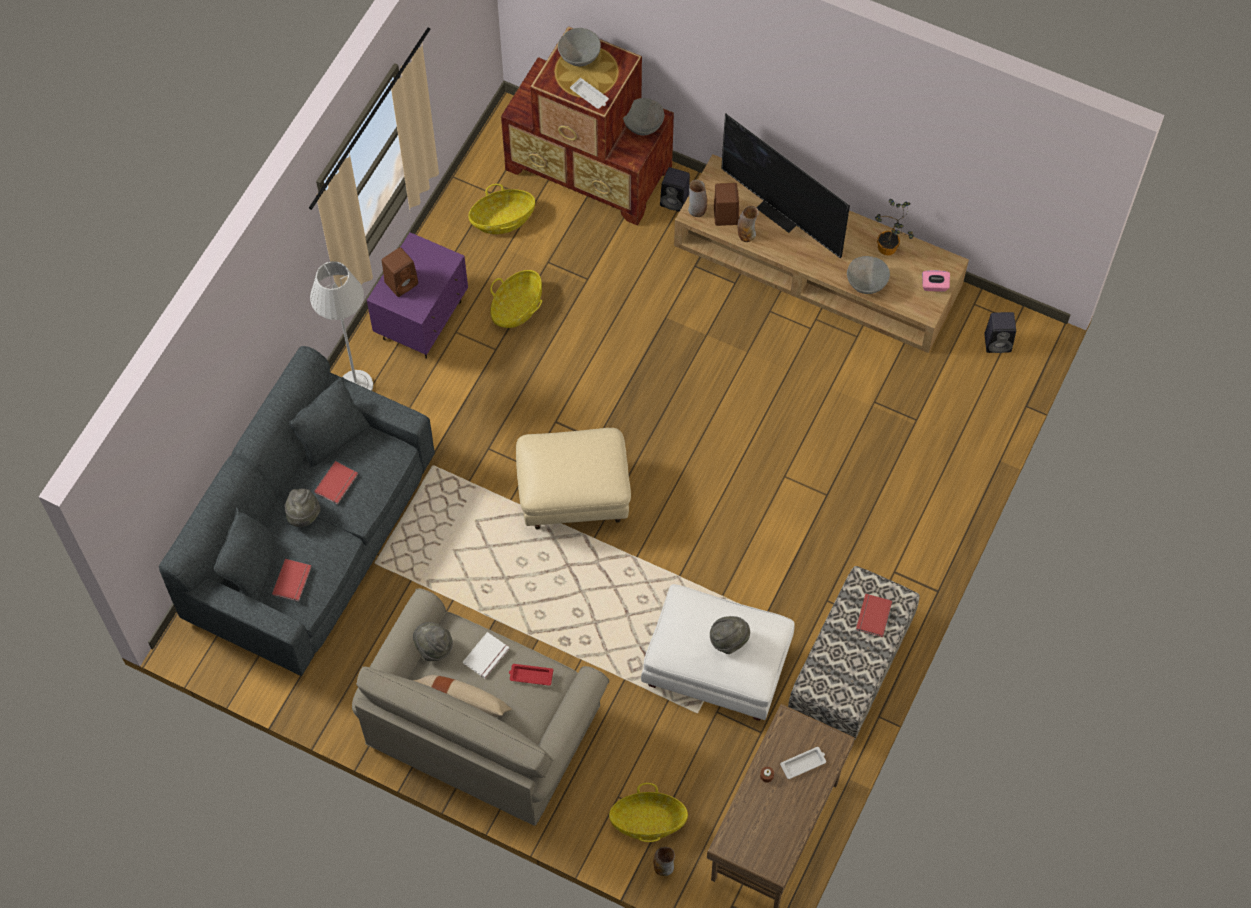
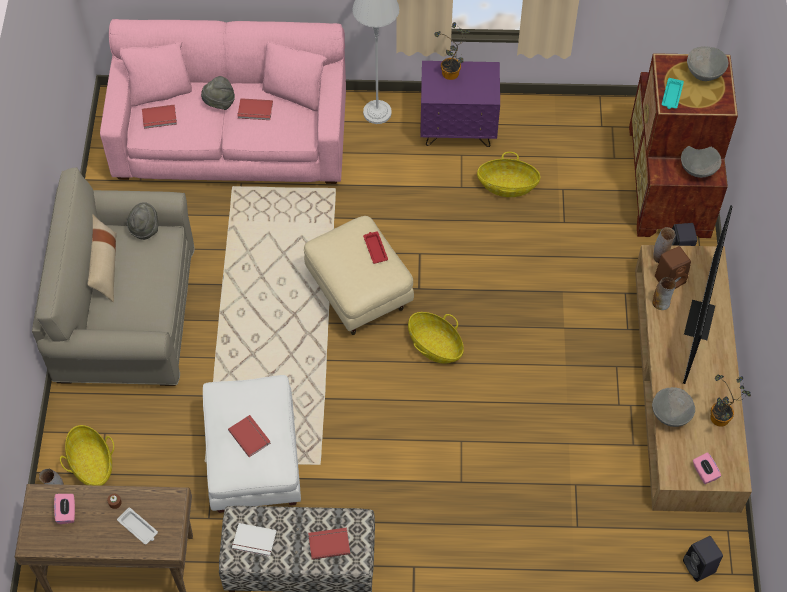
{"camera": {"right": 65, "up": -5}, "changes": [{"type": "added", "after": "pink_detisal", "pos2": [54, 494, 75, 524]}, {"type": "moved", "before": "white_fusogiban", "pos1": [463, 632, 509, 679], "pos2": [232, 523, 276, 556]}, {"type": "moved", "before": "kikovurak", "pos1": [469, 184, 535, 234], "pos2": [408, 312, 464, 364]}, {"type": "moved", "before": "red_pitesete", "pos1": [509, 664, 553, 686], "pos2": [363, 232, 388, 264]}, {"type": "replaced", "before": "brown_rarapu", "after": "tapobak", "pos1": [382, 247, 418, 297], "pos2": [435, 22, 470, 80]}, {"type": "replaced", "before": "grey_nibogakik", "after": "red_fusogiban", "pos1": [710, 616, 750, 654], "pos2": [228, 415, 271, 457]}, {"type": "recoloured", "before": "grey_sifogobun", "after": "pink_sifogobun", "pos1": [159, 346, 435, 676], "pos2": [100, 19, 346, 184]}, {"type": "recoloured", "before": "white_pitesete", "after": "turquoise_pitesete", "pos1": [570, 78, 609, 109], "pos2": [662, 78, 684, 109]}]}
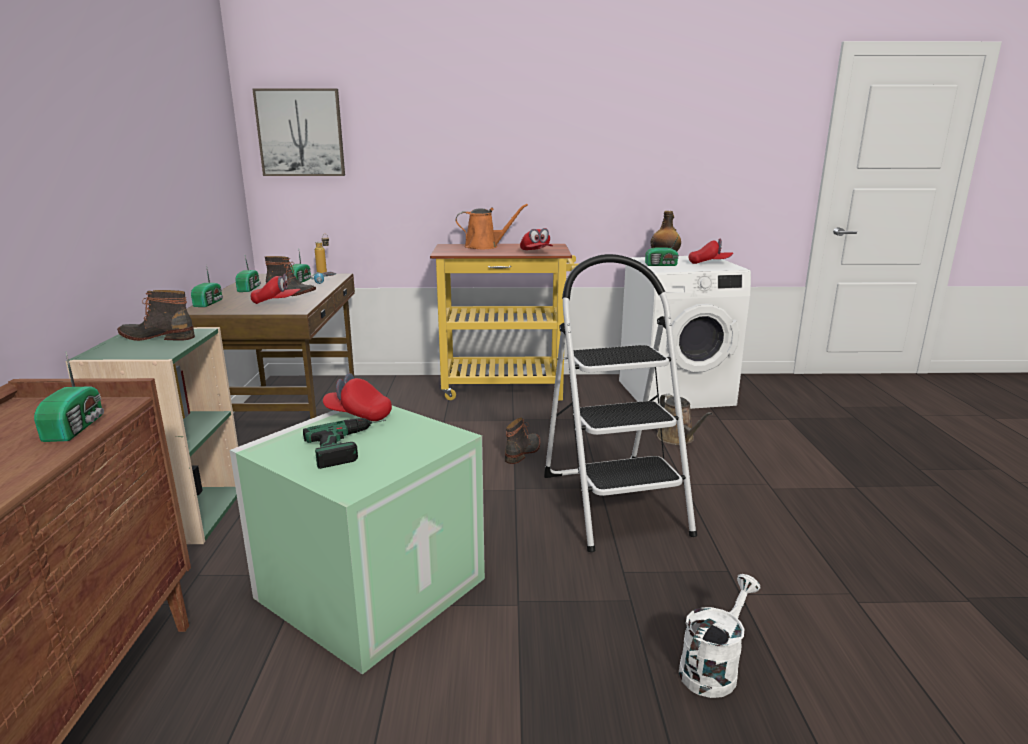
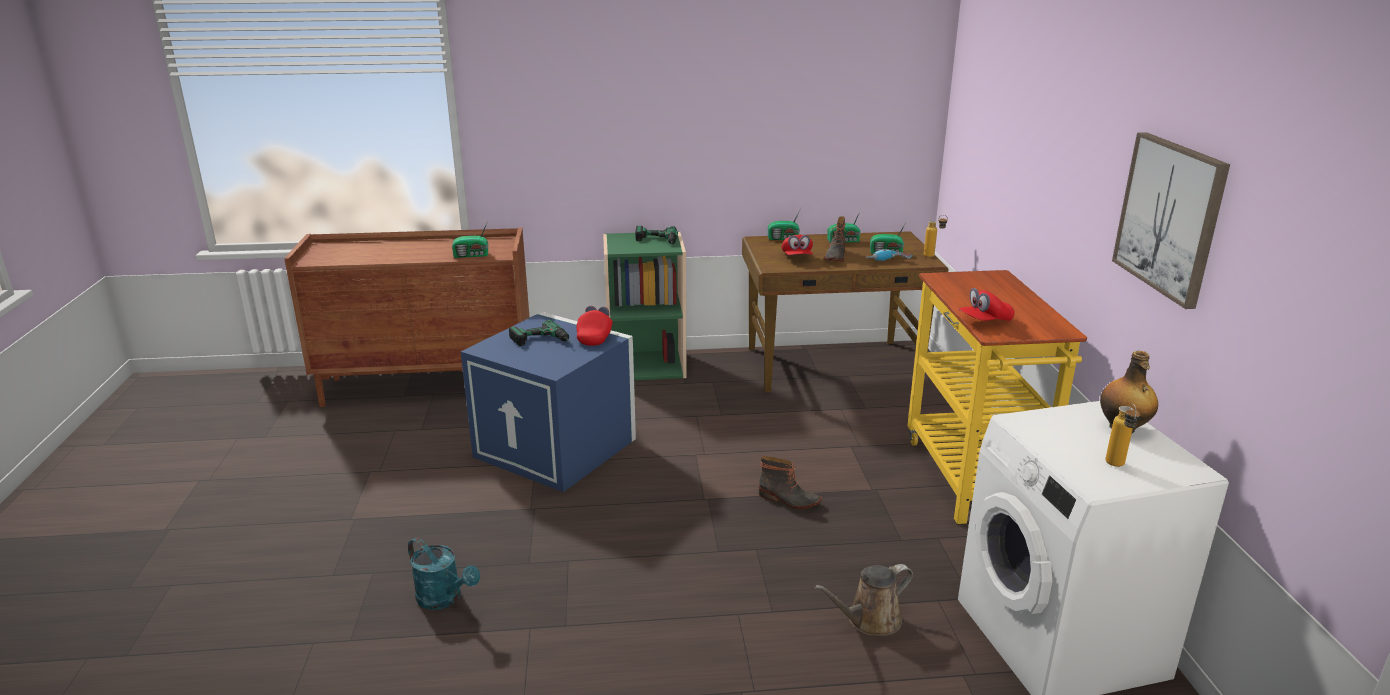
{"camera": {"right": 85, "up": 5}, "changes": [{"type": "removed", "before": "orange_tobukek", "pos1": [455, 204, 528, 249]}, {"type": "removed", "before": "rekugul", "pos1": [544, 254, 697, 552]}, {"type": "removed", "before": "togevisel", "pos1": [645, 235, 679, 266]}, {"type": "moved", "before": "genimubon", "pos1": [252, 88, 345, 176], "pos2": [1112, 132, 1230, 309]}, {"type": "replaced", "before": "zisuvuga", "after": "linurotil", "pos1": [117, 290, 195, 341], "pos2": [635, 226, 678, 245]}, {"type": "replaced", "before": "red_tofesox", "after": "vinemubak", "pos1": [689, 239, 733, 264], "pos2": [1105, 404, 1141, 467]}, {"type": "recoloured", "before": "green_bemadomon", "after": "blue_bemadomon", "pos1": [230, 405, 485, 675], "pos2": [461, 312, 636, 492]}, {"type": "recoloured", "before": "white_tobukek", "after": "turquoise_tobukek", "pos1": [679, 574, 761, 698], "pos2": [408, 537, 480, 610]}]}
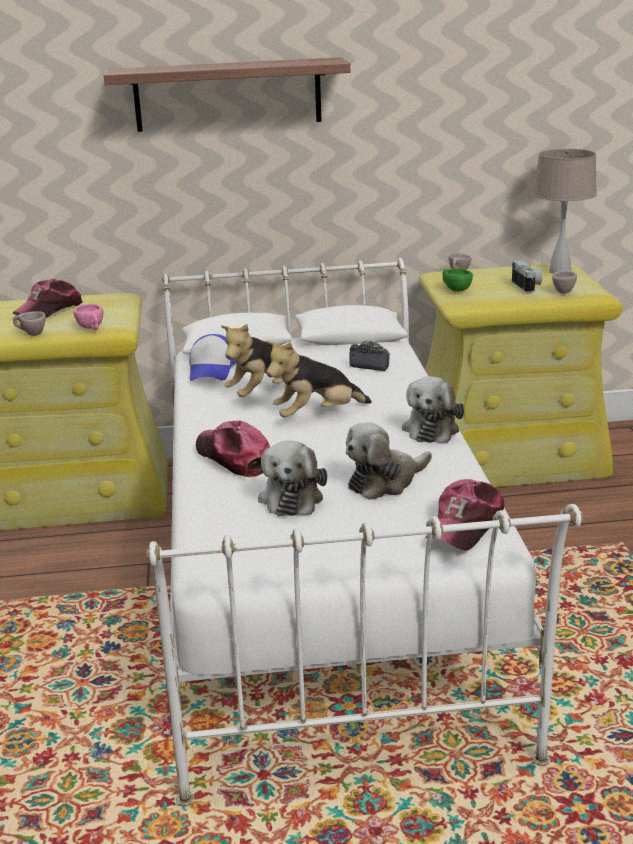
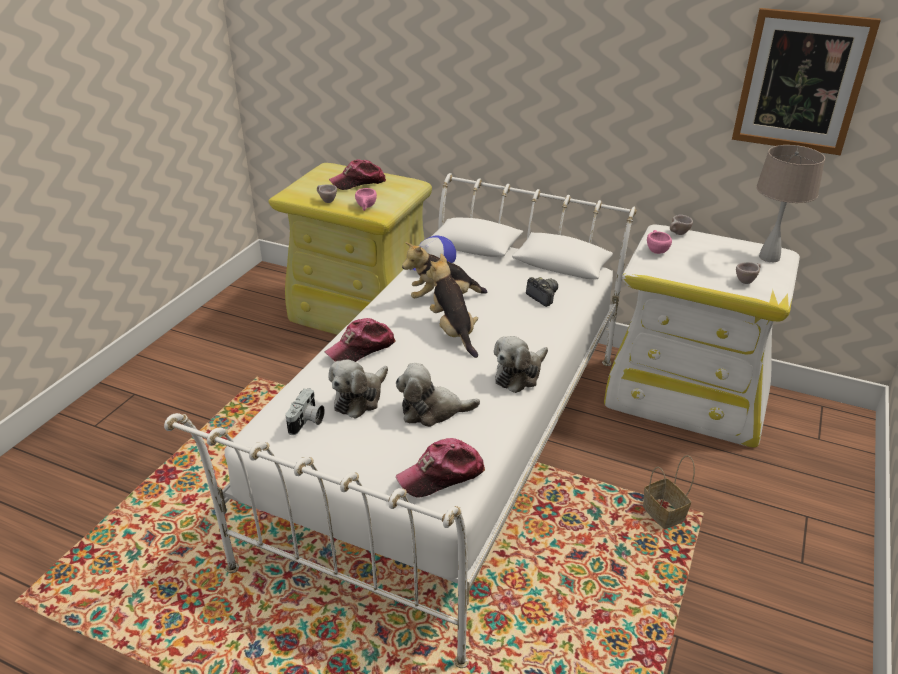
{"camera": {"right": 30, "up": 10}, "changes": [{"type": "removed", "before": "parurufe", "pos1": [104, 57, 350, 132]}, {"type": "added", "after": "kikovurak", "pos2": [643, 455, 695, 529]}, {"type": "added", "after": "genimubon", "pos2": [732, 8, 881, 155]}, {"type": "moved", "before": "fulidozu", "pos1": [512, 260, 542, 293], "pos2": [286, 388, 325, 435]}, {"type": "recoloured", "before": "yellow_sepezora", "after": "white_sepezora", "pos1": [419, 264, 623, 487], "pos2": [604, 225, 800, 448]}, {"type": "recoloured", "before": "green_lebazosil", "after": "pink_lebazosil", "pos1": [443, 268, 473, 292], "pos2": [647, 230, 672, 254]}, {"type": "turned", "before": "tofesox", "pos1": [196, 421, 270, 477], "pos2": [325, 318, 396, 362], "turn": -120}, {"type": "turned", "before": "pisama", "pos1": [266, 341, 372, 417], "pos2": [426, 254, 478, 358], "turn": 60}]}
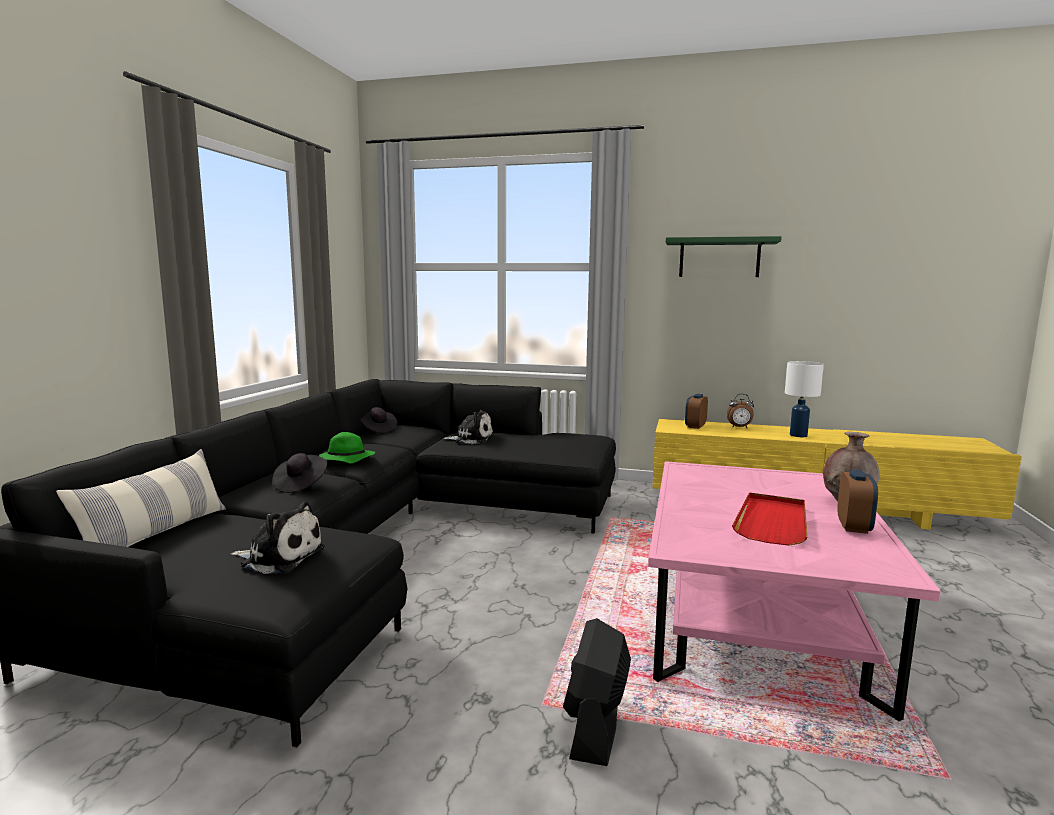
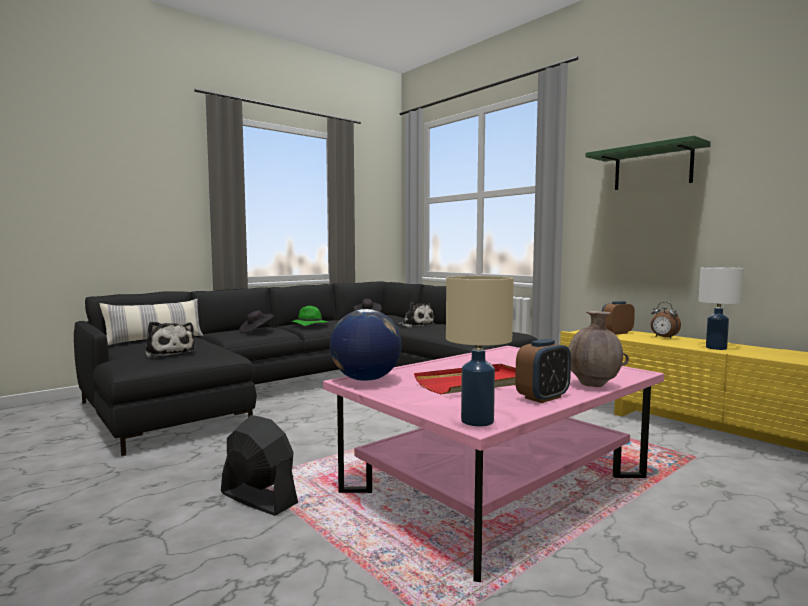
{"camera": {"right": 35, "up": -5}, "changes": [{"type": "added", "after": "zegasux", "pos2": [330, 309, 402, 381]}, {"type": "added", "after": "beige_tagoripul", "pos2": [446, 276, 514, 426]}, {"type": "turned", "before": "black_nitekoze", "pos1": [563, 618, 631, 766], "pos2": [221, 415, 298, 516], "turn": 75}]}
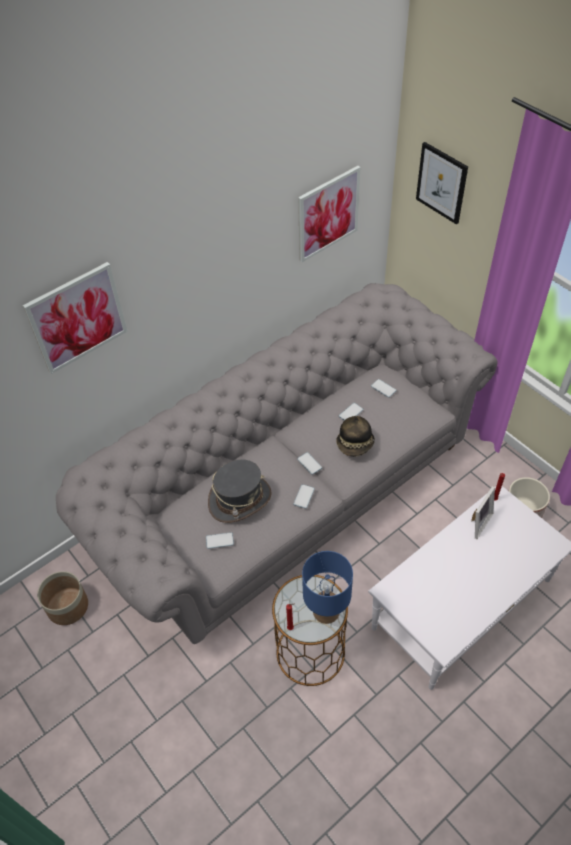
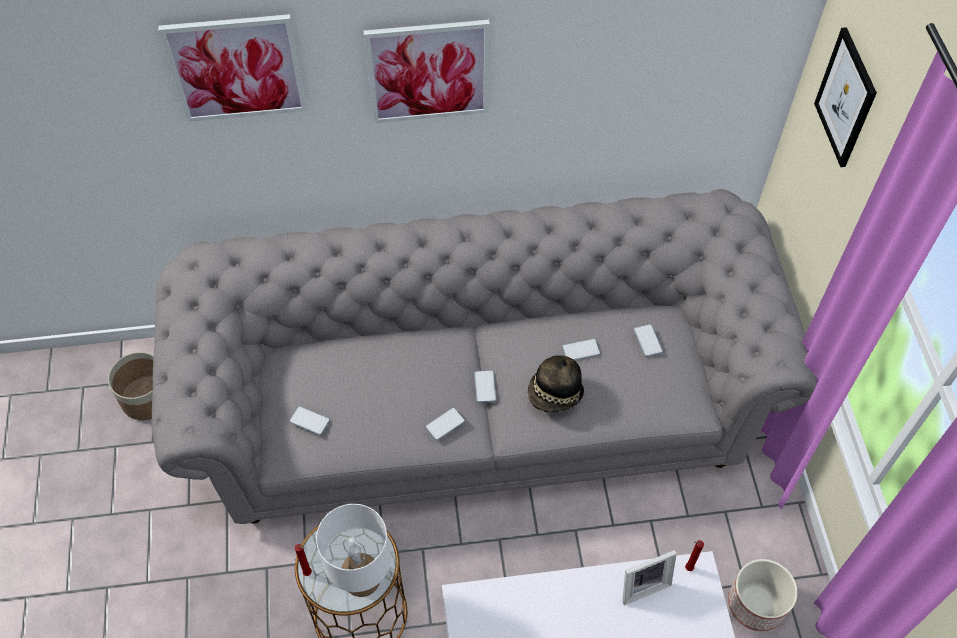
{"camera": {"right": 30, "up": 5}, "changes": [{"type": "removed", "before": "grey_nibogakik", "pos1": [208, 459, 271, 523]}, {"type": "moved", "before": "genimubon", "pos1": [298, 166, 361, 262], "pos2": [364, 20, 490, 123]}, {"type": "recoloured", "before": "blue_tagoripul", "after": "white_tagoripul", "pos1": [302, 551, 353, 624], "pos2": [316, 504, 391, 597]}]}
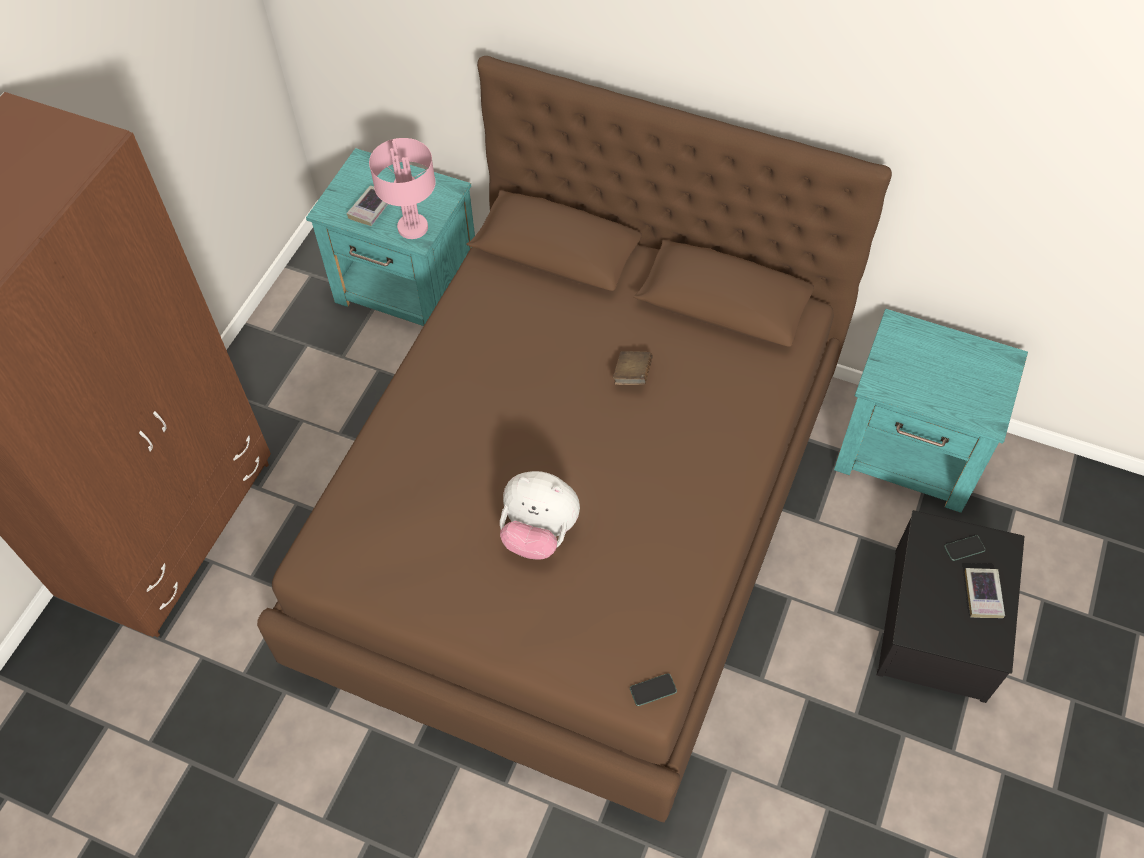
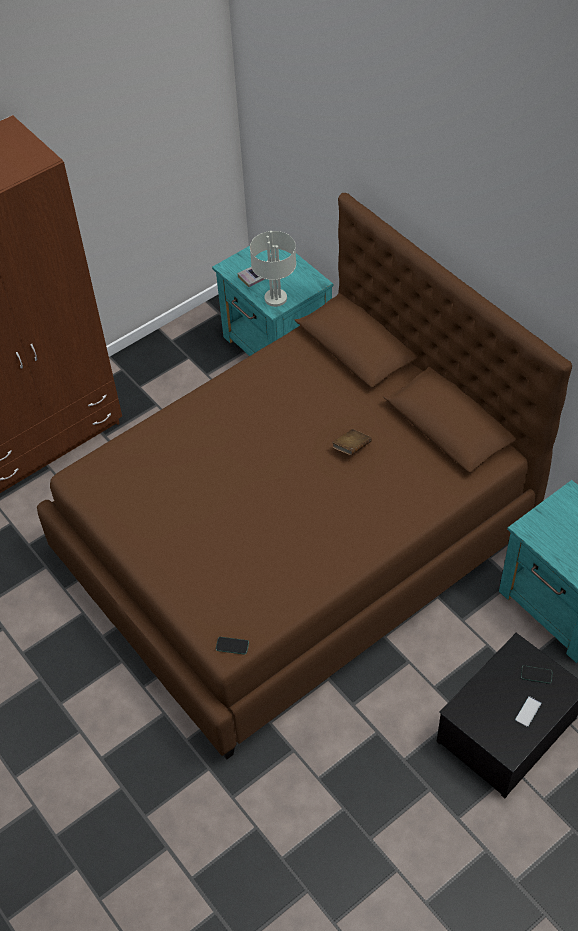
{"camera": {"right": 30, "up": -5}, "changes": [{"type": "removed", "before": "pisama", "pos1": [500, 471, 580, 559]}, {"type": "replaced", "before": "fusogiban", "after": "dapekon", "pos1": [965, 568, 1005, 618], "pos2": [515, 696, 541, 727]}, {"type": "recoloured", "before": "pink_tagoripul", "after": "grey_tagoripul", "pos1": [369, 138, 436, 239], "pos2": [250, 231, 296, 307]}]}
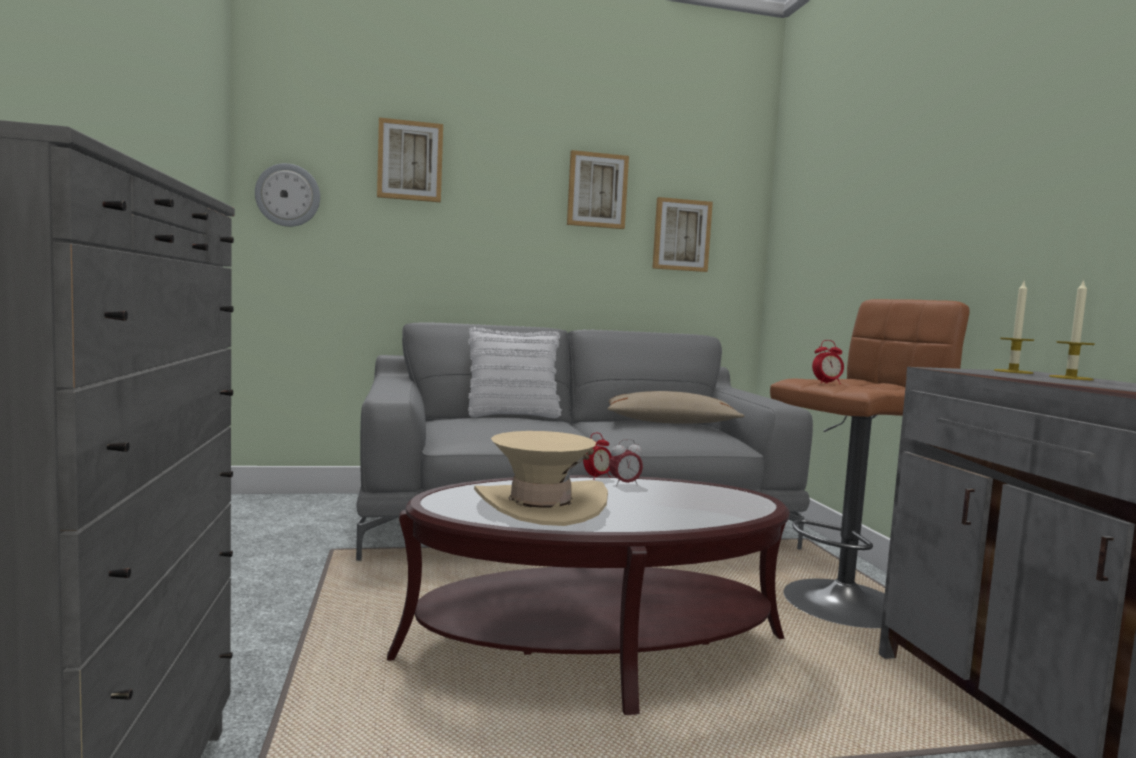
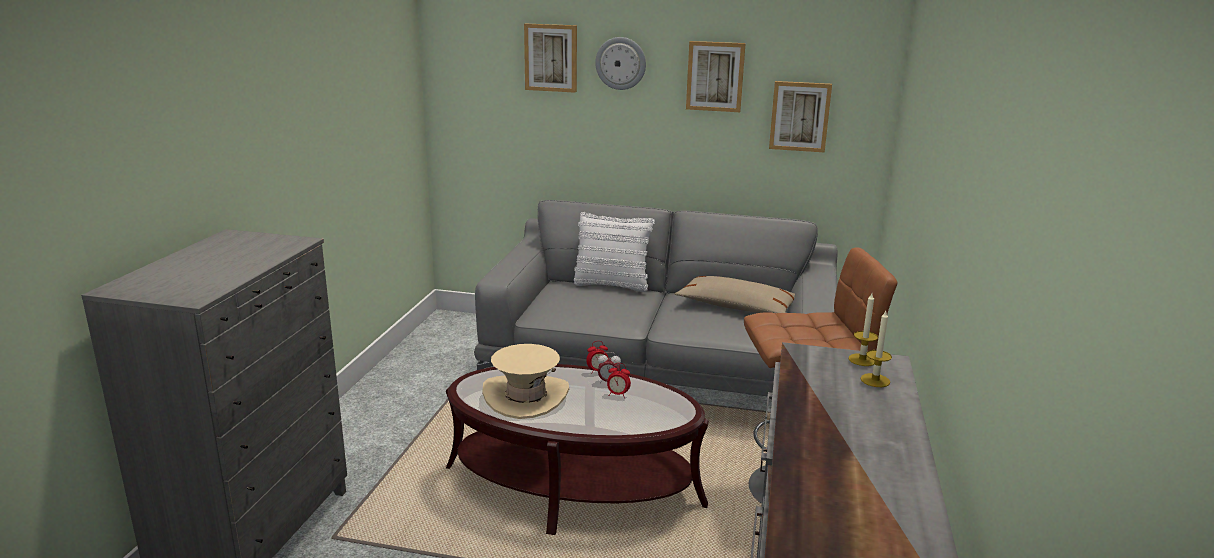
{"camera": {"right": 25, "up": 15}, "changes": [{"type": "moved", "before": "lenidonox", "pos1": [255, 163, 320, 227], "pos2": [595, 37, 646, 90]}, {"type": "moved", "before": "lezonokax", "pos1": [812, 340, 844, 384], "pos2": [607, 363, 631, 398]}]}
